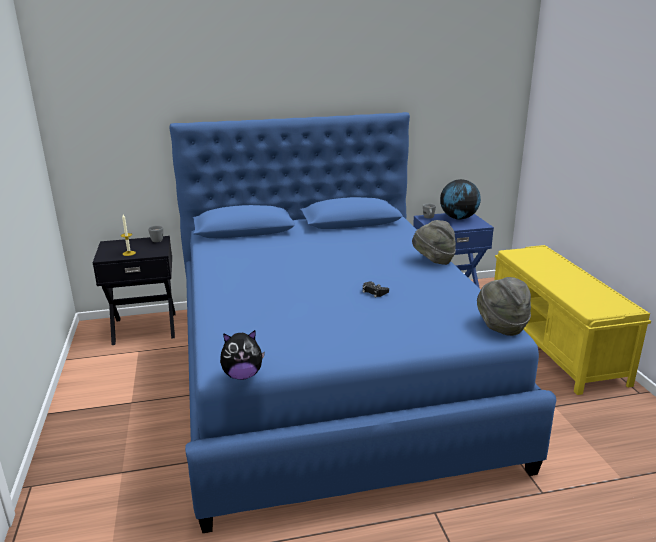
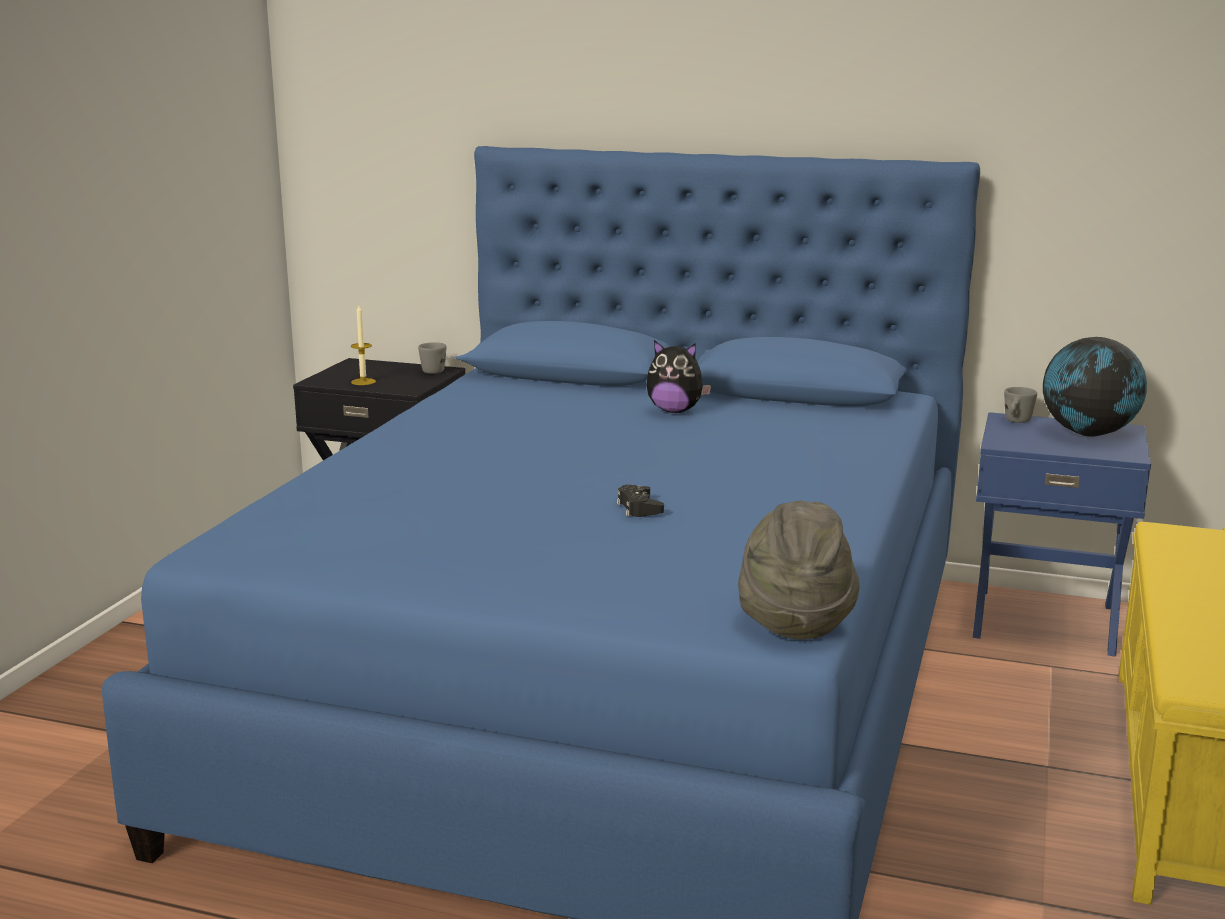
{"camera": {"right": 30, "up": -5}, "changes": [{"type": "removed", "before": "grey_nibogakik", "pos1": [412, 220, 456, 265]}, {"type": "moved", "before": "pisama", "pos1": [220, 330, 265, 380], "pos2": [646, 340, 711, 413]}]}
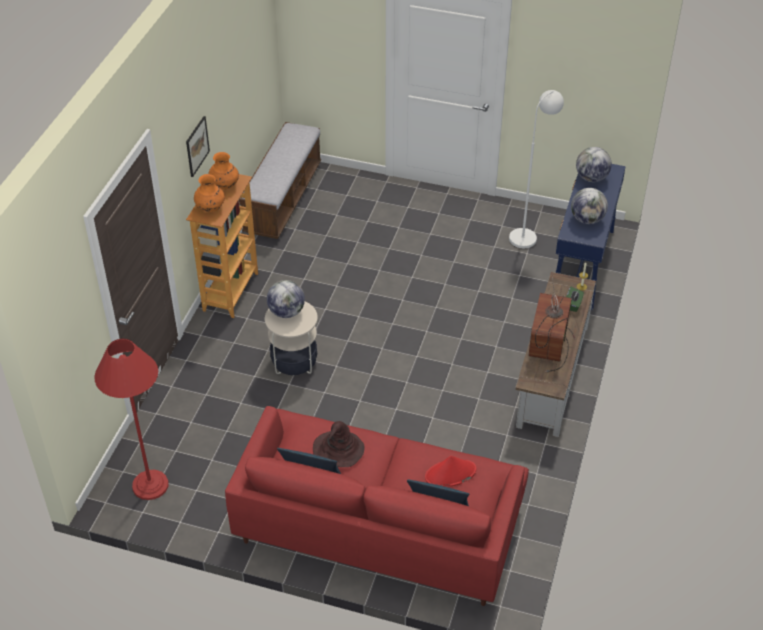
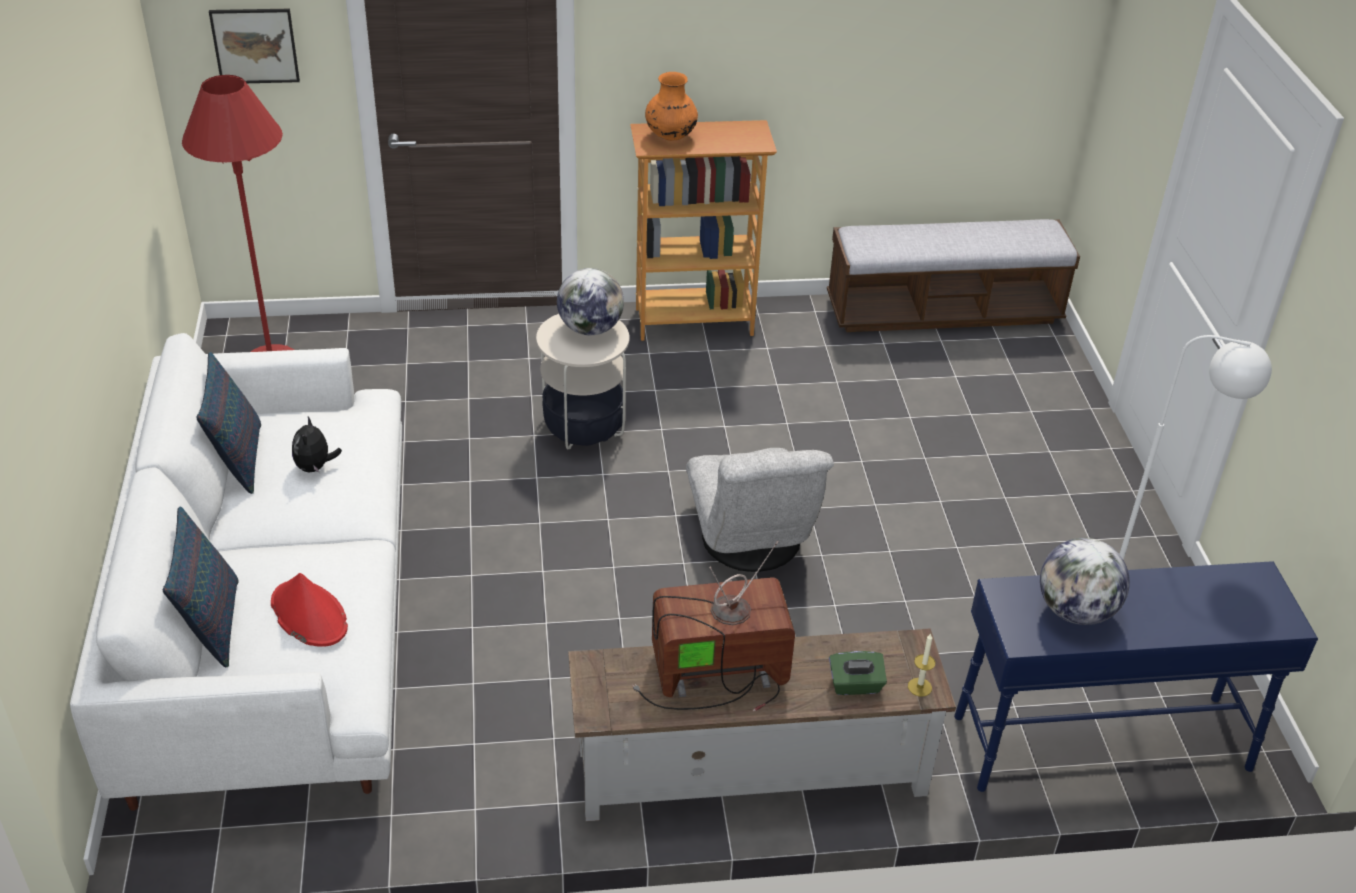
{"camera": {"right": 65, "up": -5}, "changes": [{"type": "removed", "before": "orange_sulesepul", "pos1": [208, 152, 239, 190]}, {"type": "removed", "before": "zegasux", "pos1": [576, 147, 612, 182]}, {"type": "added", "after": "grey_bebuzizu", "pos2": [686, 448, 834, 572]}, {"type": "moved", "before": "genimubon", "pos1": [186, 116, 210, 177], "pos2": [209, 9, 300, 83]}, {"type": "replaced", "before": "brown_nibogakik", "after": "pisama", "pos1": [313, 421, 365, 467], "pos2": [292, 416, 342, 473]}, {"type": "recoloured", "before": "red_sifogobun", "after": "white_sifogobun", "pos1": [225, 406, 529, 606], "pos2": [70, 333, 402, 811]}]}
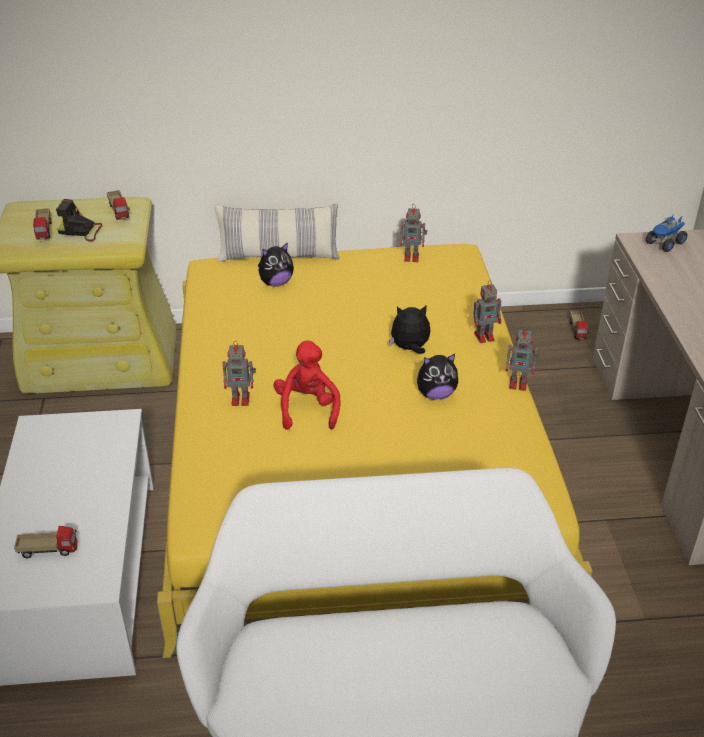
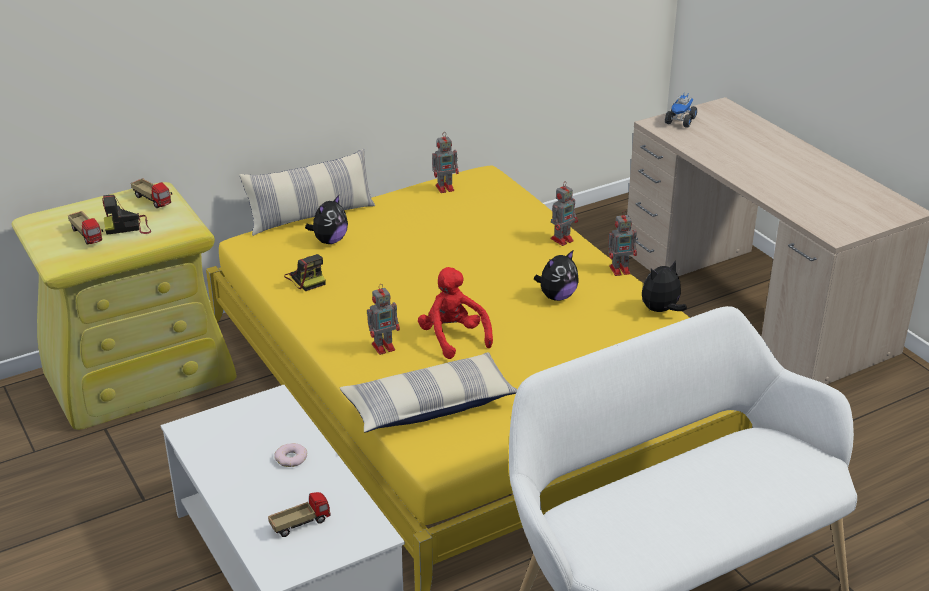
{"camera": {"right": -25, "up": -5}, "changes": [{"type": "removed", "before": "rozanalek", "pos1": [570, 310, 589, 340]}, {"type": "added", "after": "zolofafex", "pos2": [274, 443, 307, 467]}, {"type": "added", "after": "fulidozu", "pos2": [284, 254, 326, 291]}, {"type": "added", "after": "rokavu", "pos2": [340, 352, 517, 433]}, {"type": "moved", "before": "pisama", "pos1": [389, 305, 430, 354], "pos2": [642, 260, 687, 312]}]}
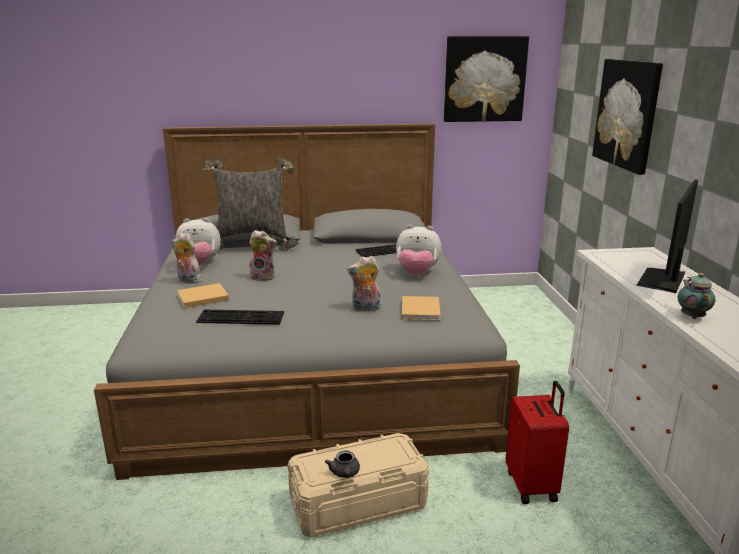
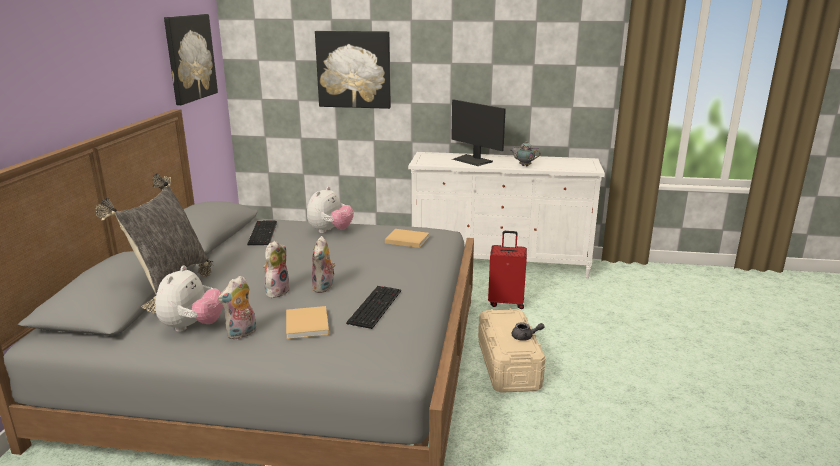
{"camera": {"right": -75, "up": 0}, "changes": [{"type": "moved", "before": "pisama", "pos1": [347, 256, 381, 311], "pos2": [312, 236, 336, 293]}]}
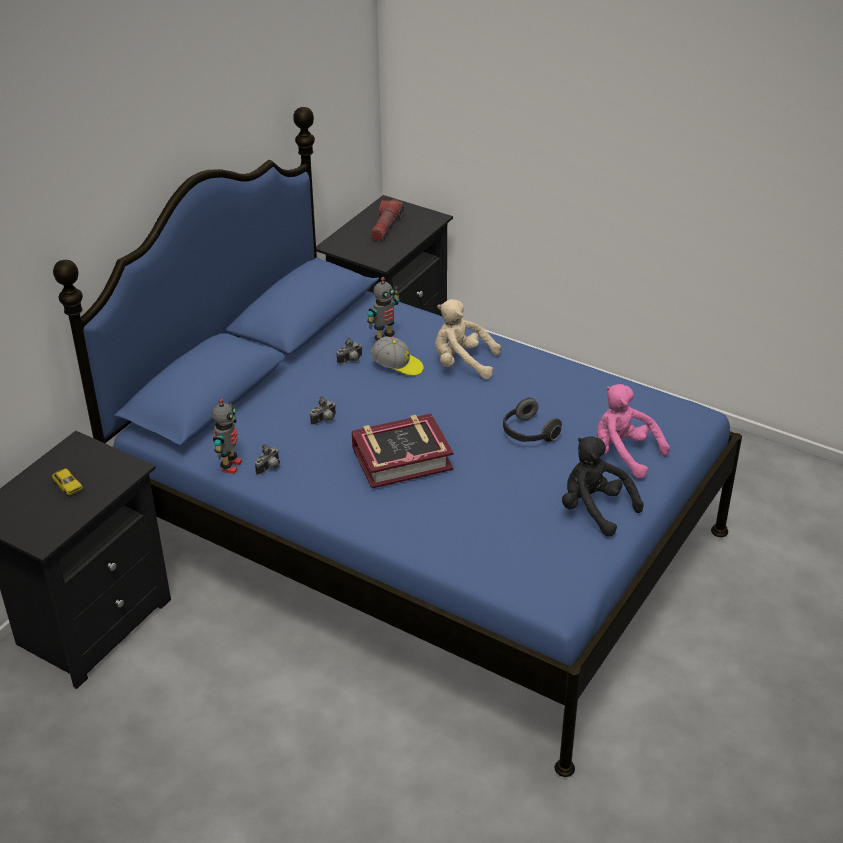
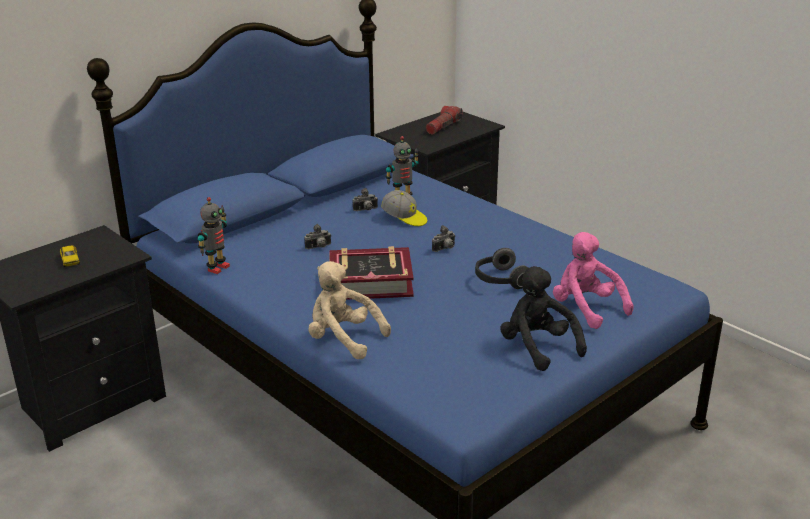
{"camera": {"right": 15, "up": -10}, "changes": [{"type": "moved", "before": "fulidozu", "pos1": [255, 444, 280, 475], "pos2": [432, 225, 455, 252]}, {"type": "moved", "before": "beige_pisama", "pos1": [435, 299, 501, 379], "pos2": [308, 261, 391, 359]}]}
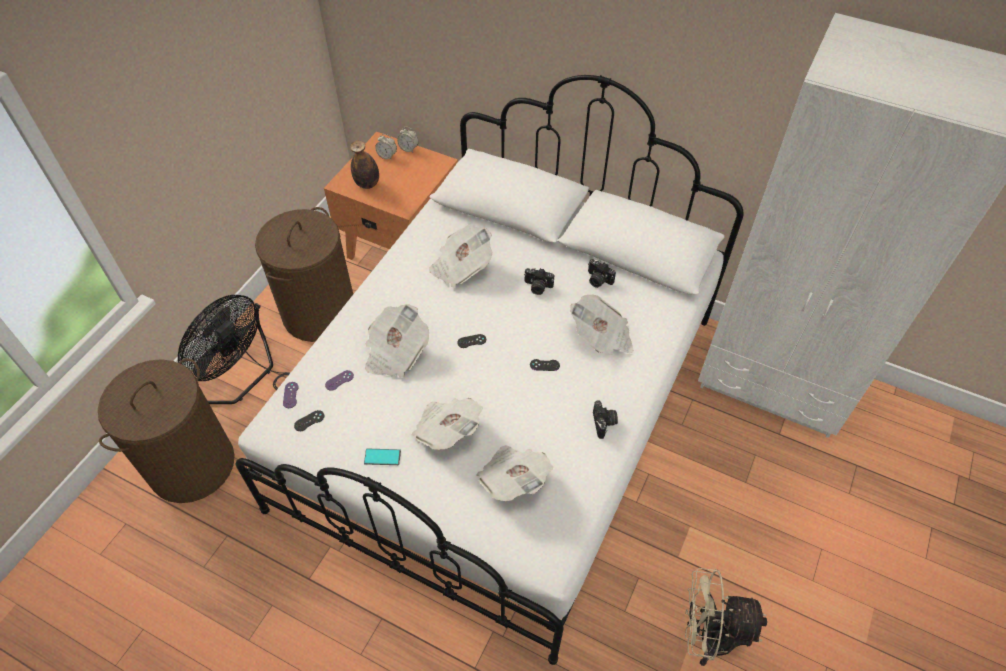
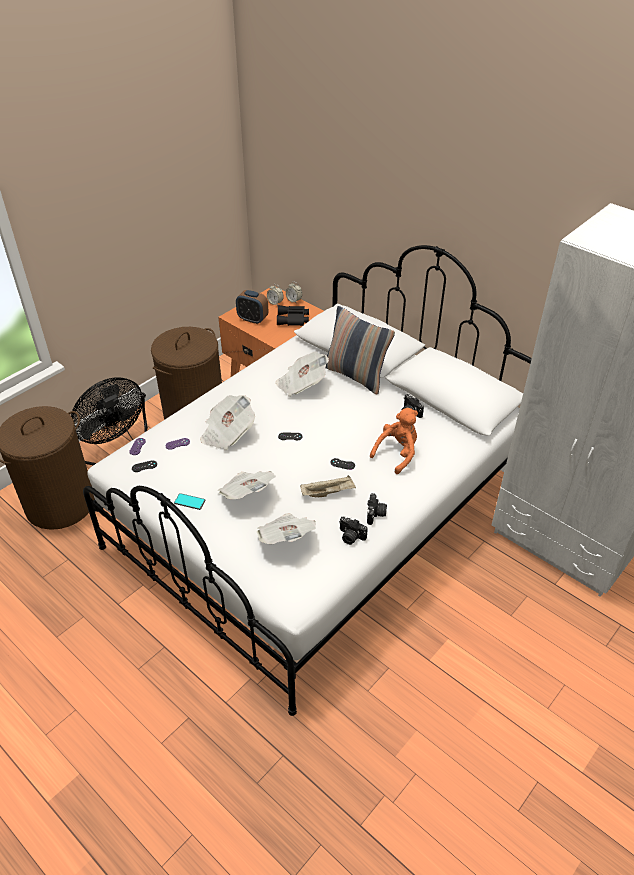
{"camera": {"right": 15, "up": -10}, "changes": [{"type": "removed", "before": "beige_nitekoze", "pos1": [685, 568, 767, 666]}, {"type": "added", "after": "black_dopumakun", "pos2": [277, 305, 309, 326]}, {"type": "added", "after": "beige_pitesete", "pos2": [300, 475, 356, 497]}, {"type": "added", "after": "rokavu", "pos2": [326, 306, 395, 395]}, {"type": "moved", "before": "fulidozu", "pos1": [524, 268, 554, 295], "pos2": [339, 516, 368, 545]}, {"type": "replaced", "before": "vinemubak", "after": "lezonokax", "pos1": [350, 140, 379, 189], "pos2": [236, 290, 268, 324]}, {"type": "replaced", "before": "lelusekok", "after": "orange_pisama", "pos1": [570, 295, 634, 355], "pos2": [370, 408, 418, 474]}]}
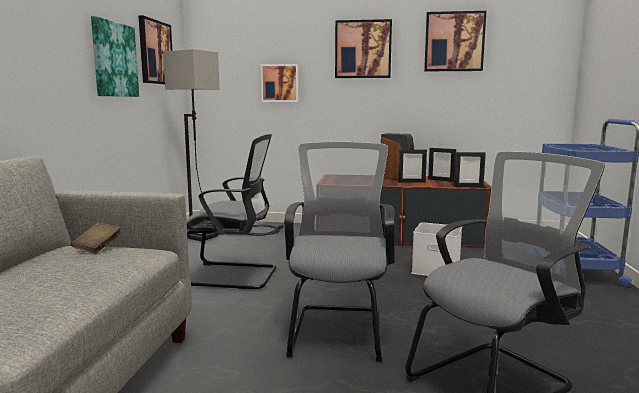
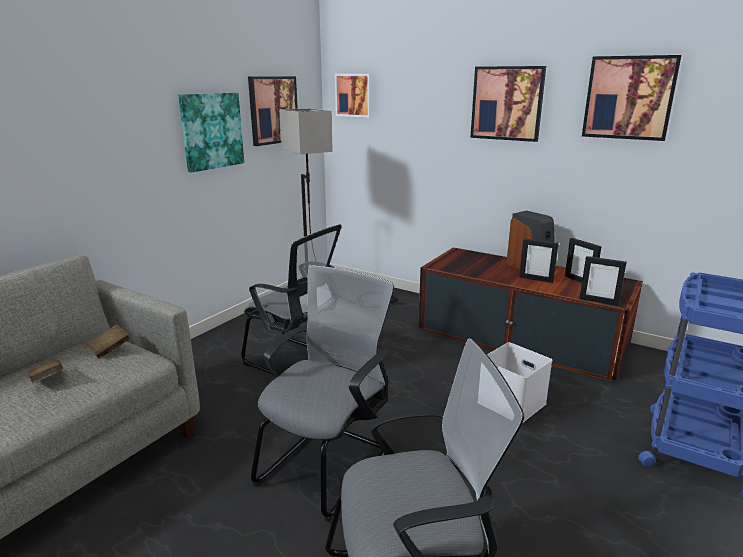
{"camera": {"right": 25, "up": 10}, "changes": [{"type": "added", "after": "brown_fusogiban", "pos2": [28, 360, 63, 383]}, {"type": "moved", "before": "genimubon", "pos1": [261, 64, 299, 102], "pos2": [335, 74, 372, 117]}]}
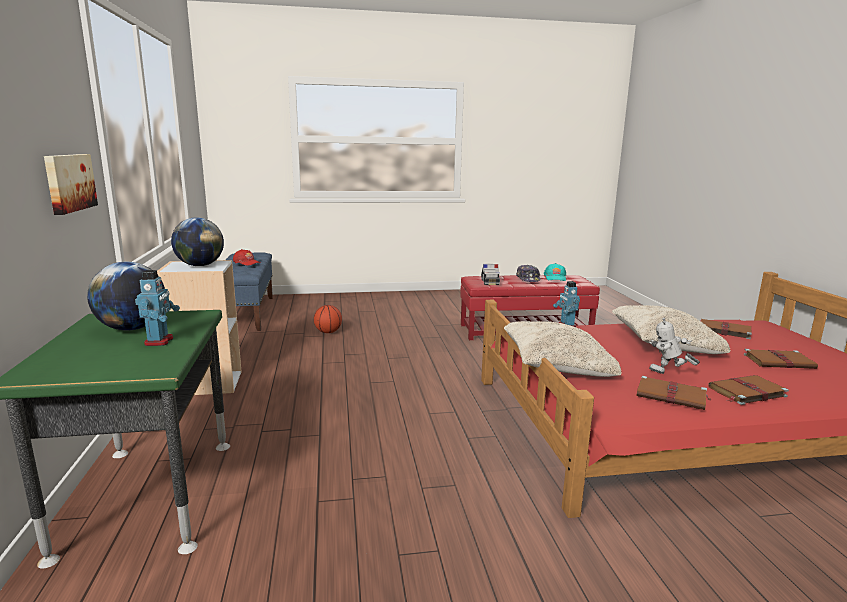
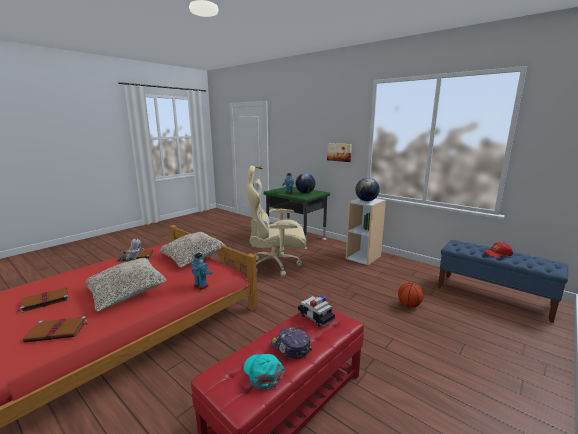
{"camera": {"right": 140, "up": 0}, "changes": [{"type": "removed", "before": "brown_fusogiban", "pos1": [708, 375, 789, 405]}, {"type": "added", "after": "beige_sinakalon", "pos2": [246, 165, 306, 277]}]}
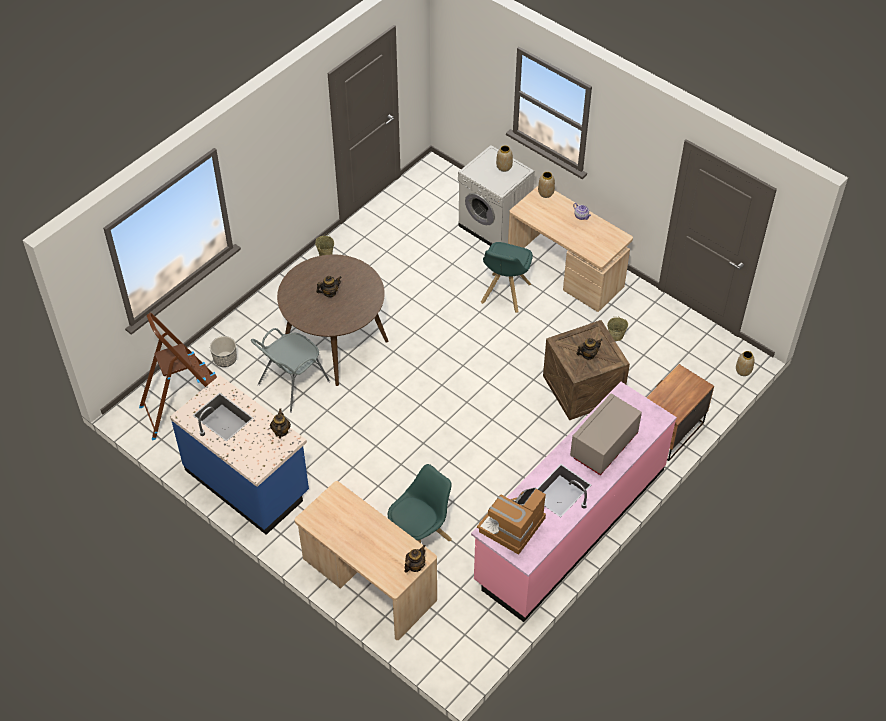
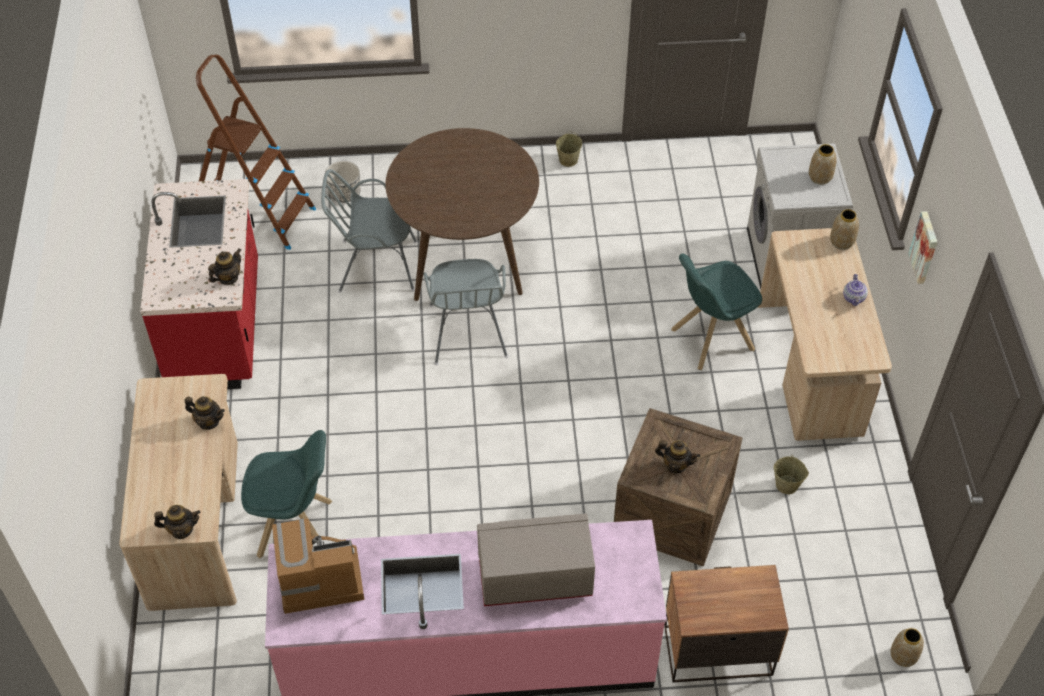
{"camera": {"right": 45, "up": 0}, "changes": [{"type": "added", "after": "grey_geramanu", "pos2": [423, 259, 508, 365]}, {"type": "added", "after": "genimubon", "pos2": [908, 211, 937, 284]}, {"type": "moved", "before": "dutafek", "pos1": [316, 276, 342, 297], "pos2": [185, 396, 225, 430]}, {"type": "recoloured", "before": "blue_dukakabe", "after": "red_dukakabe", "pos1": [170, 375, 309, 535], "pos2": [140, 179, 258, 389]}]}
